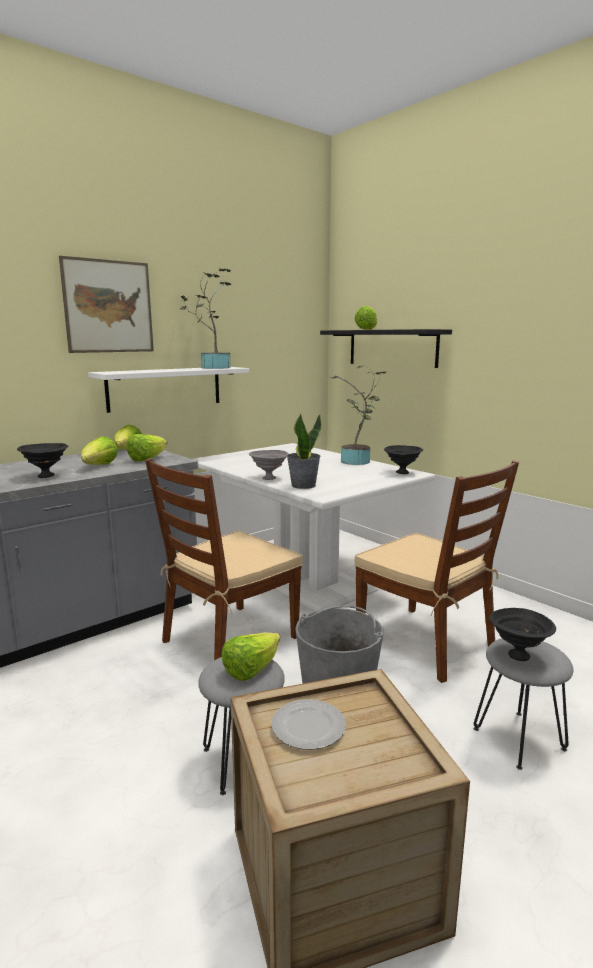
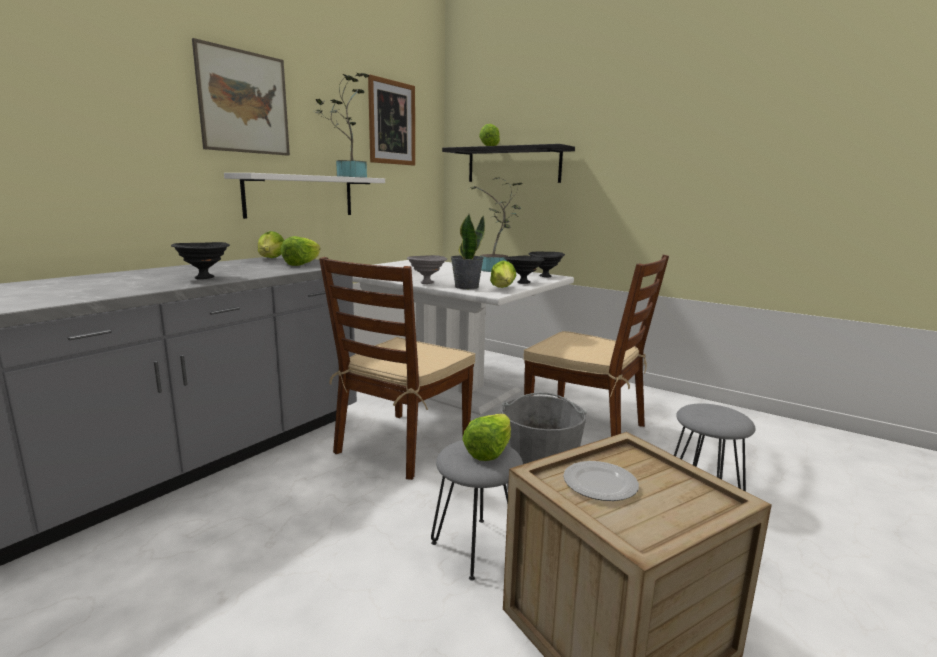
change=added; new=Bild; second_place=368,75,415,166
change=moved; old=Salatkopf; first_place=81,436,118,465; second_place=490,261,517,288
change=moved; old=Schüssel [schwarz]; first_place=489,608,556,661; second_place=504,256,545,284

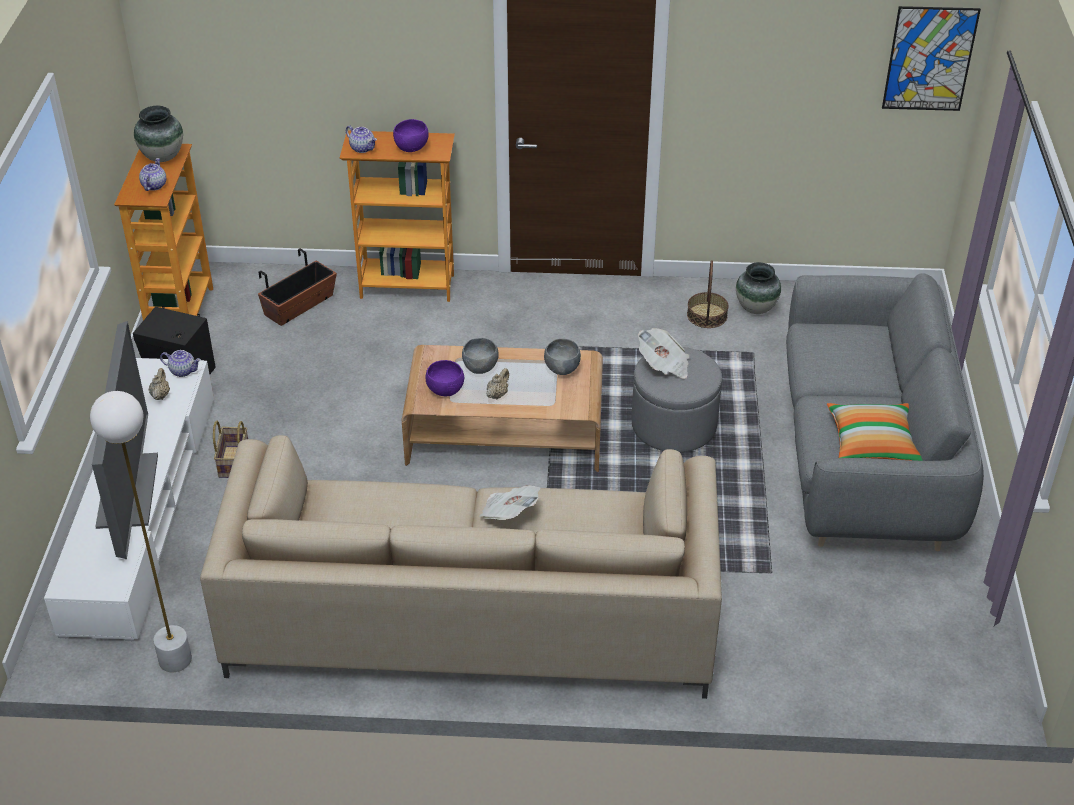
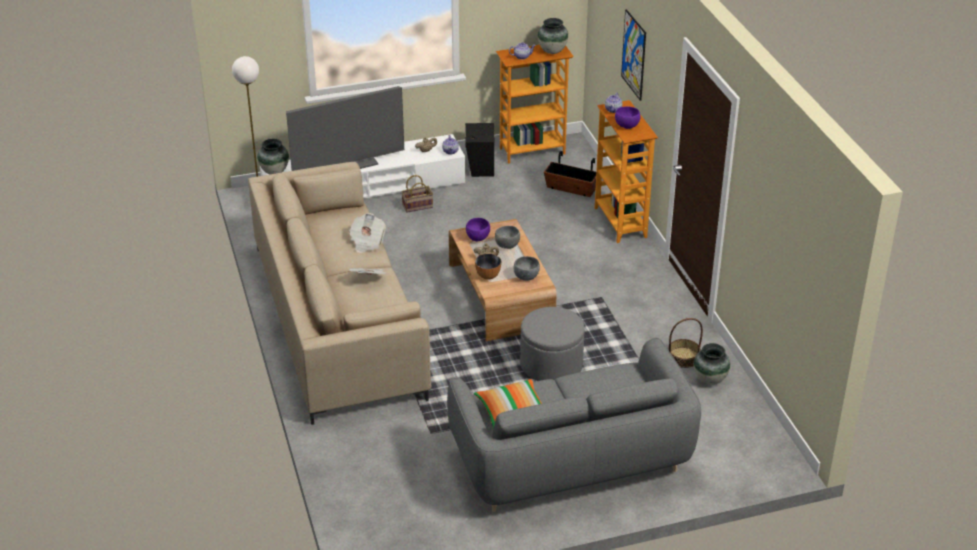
change=added; new=Vase; second_place=257,139,289,174
change=moved; old=Zeitung; first_place=638,328,689,379; second_place=349,213,386,253
change=added; new=Schüssel; second_place=475,254,501,280
change=moved; old=Bild; first_place=882,6,981,111; second_place=621,9,646,101

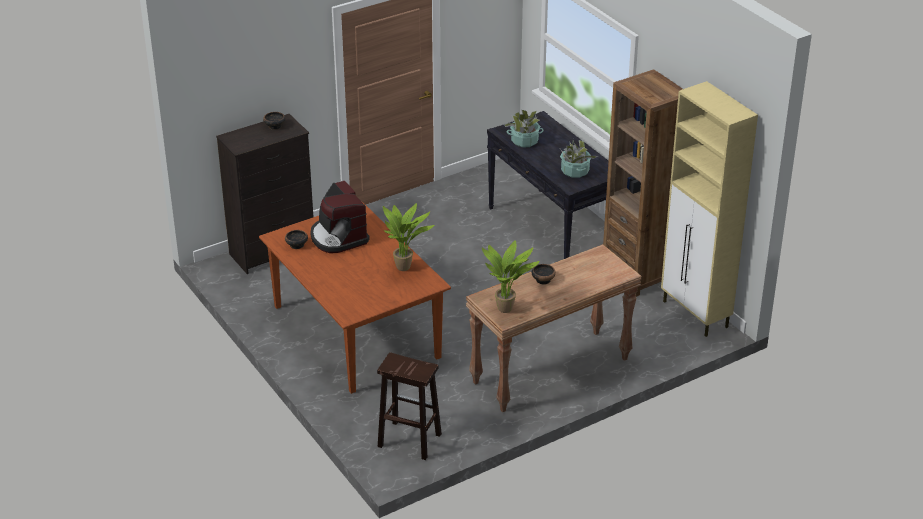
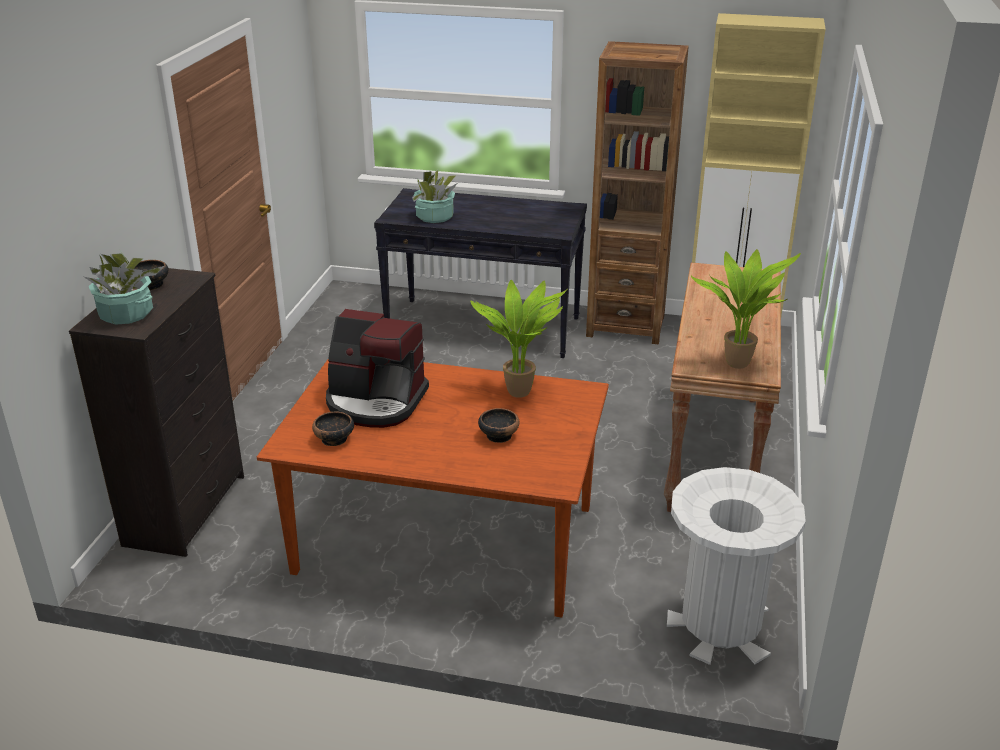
change=moved; old=Topfpflanze; first_place=560,139,598,178; second_place=84,252,164,324
change=moved; old=Schüssel; first_place=532,264,556,285; second_place=478,408,519,443
change=replaced; old=Hocker [braun]; new=Mülleimer [weiß]; first_place=377,352,442,460; second_place=667,467,806,665

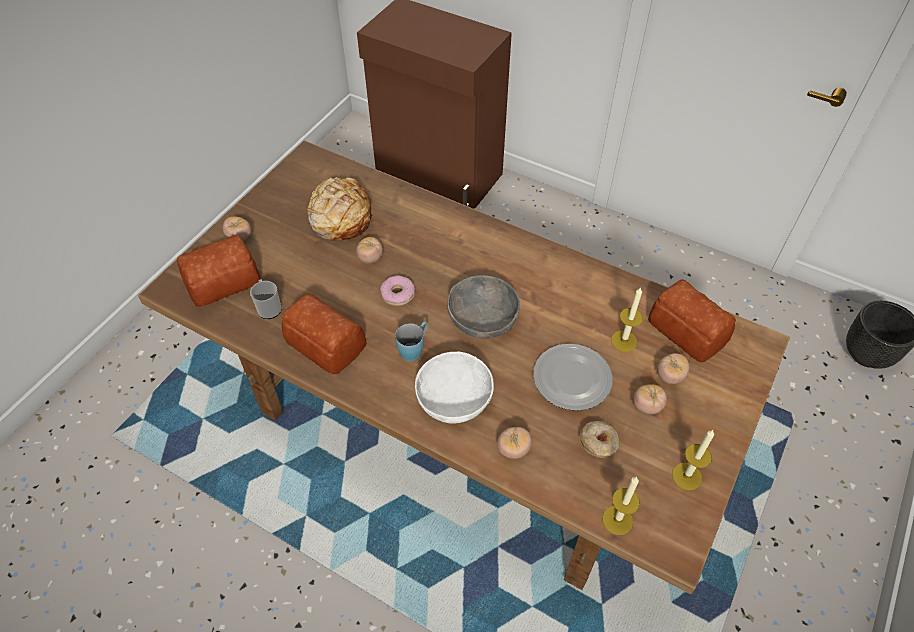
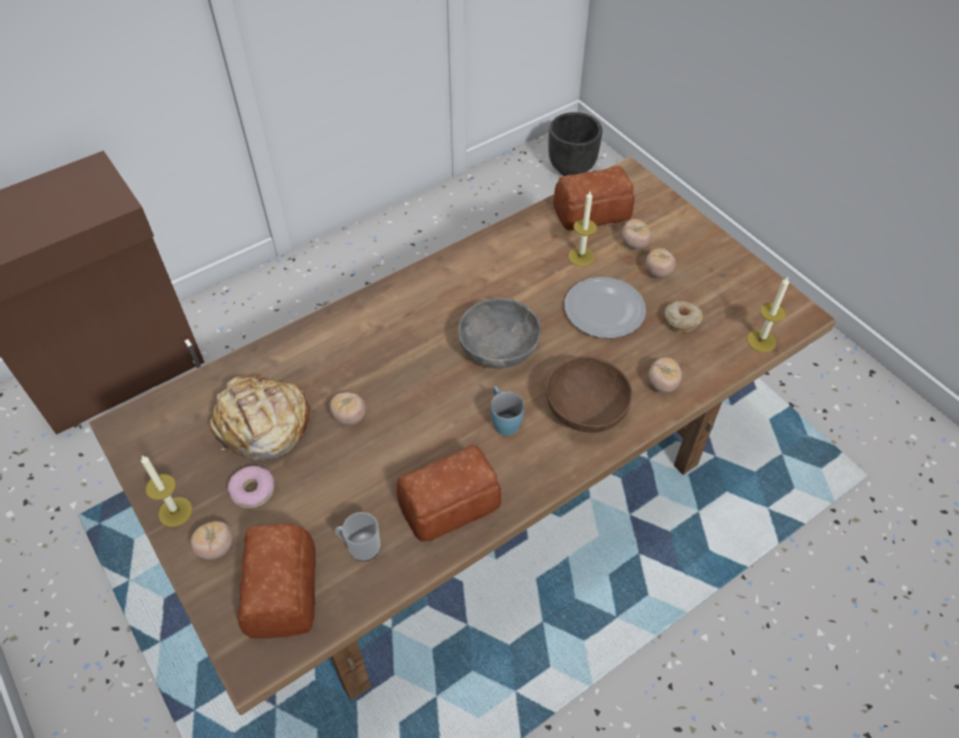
change=moved; old=Kerze; first_place=672,430,714,490; second_place=141,456,193,527
change=moved; old=Donut; first_place=380,275,415,306; second_place=228,466,274,508
change=recoloured; old=Schüssel [weiß]; new=Schüssel [braun]; first_place=415,352,494,424; second_place=546,356,633,433

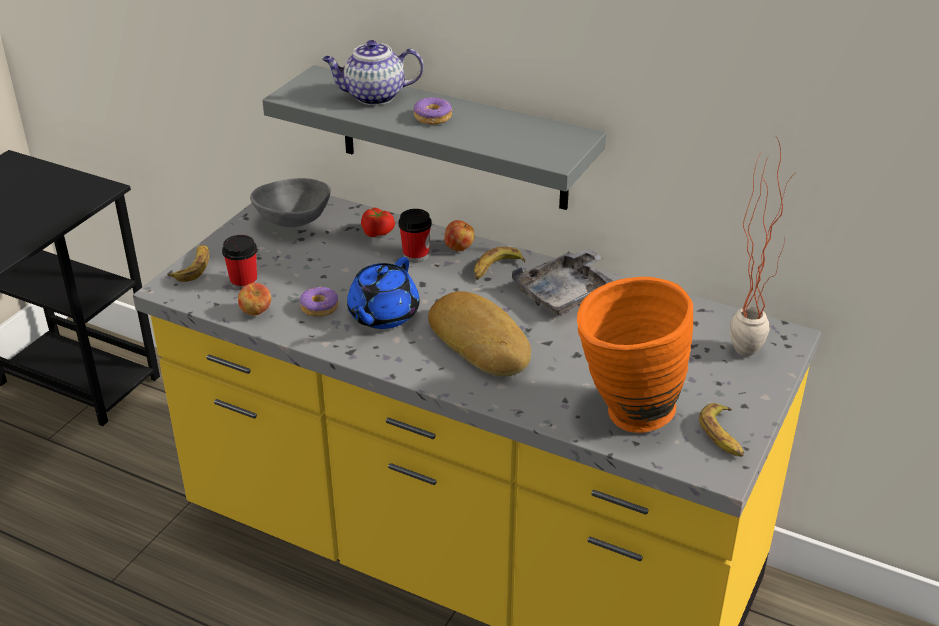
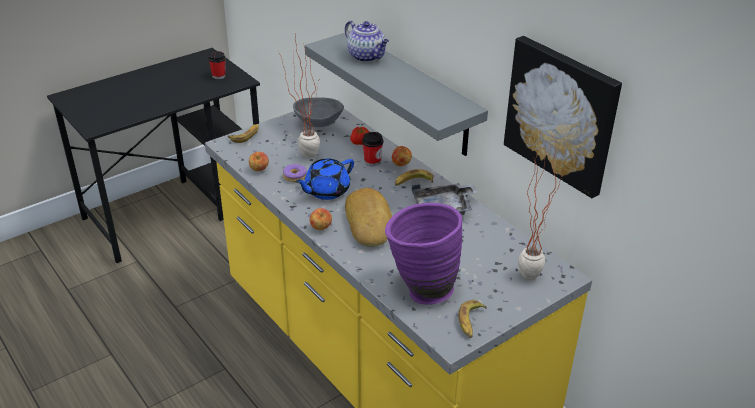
change=moved; old=Tasse; first_place=222,235,257,290; second_place=208,51,226,79
change=added; new=Topfpflanze; second_place=279,35,320,159
change=added; new=Apfel; second_place=310,208,332,230
change=turned; old=Teekanne; first_place=322,40,424,105; second_place=345,21,389,62; degrees=-150
change=recoloured; old=Vase [orange]; new=Vase [lila]; first_place=577,277,693,433; second_place=385,203,462,305
change=added; new=Bild; second_place=504,36,622,198
change=removed; old=Donut; first_place=413,97,452,125

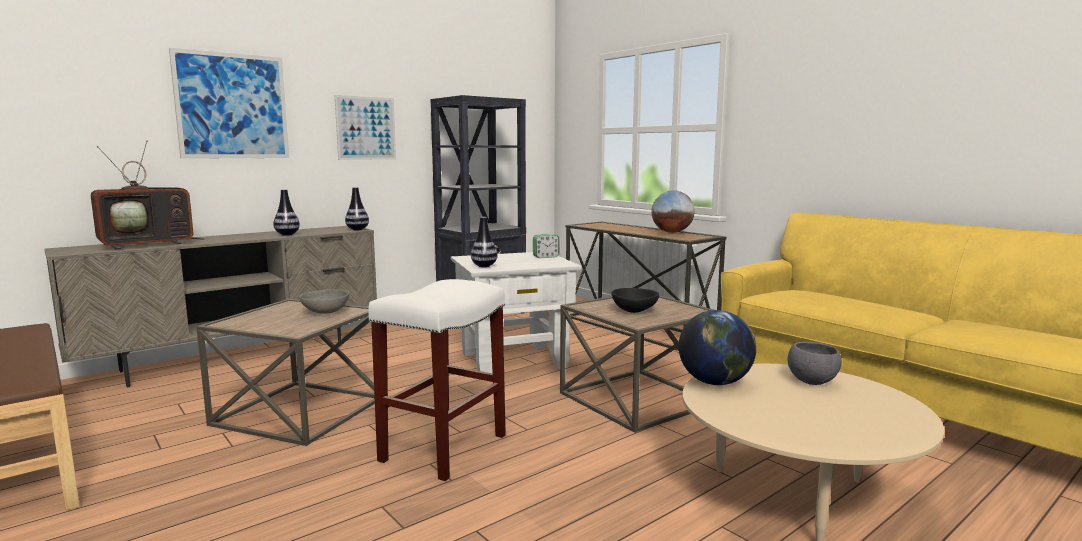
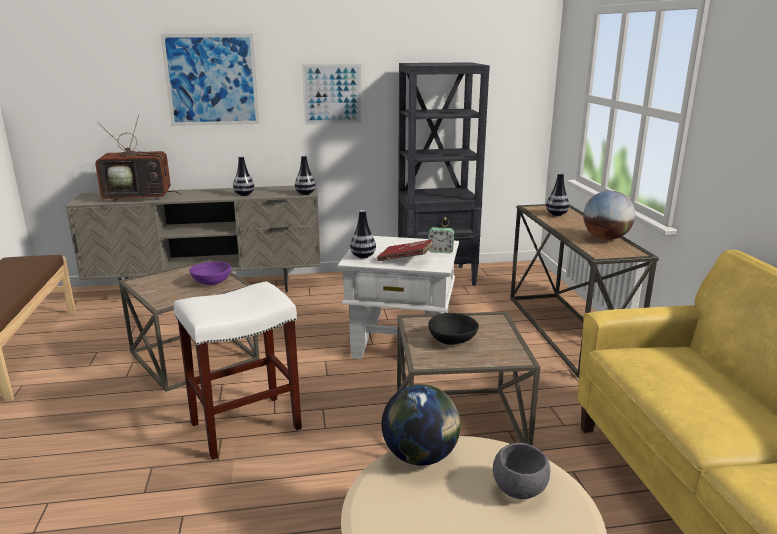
change=recoloured; old=Schüssel [grau]; new=Schüssel [lila]; first_place=299,289,350,314; second_place=189,261,231,285
change=added; new=Buch [rot]; second_place=377,240,433,261
change=added; new=Vase; second_place=546,173,570,216

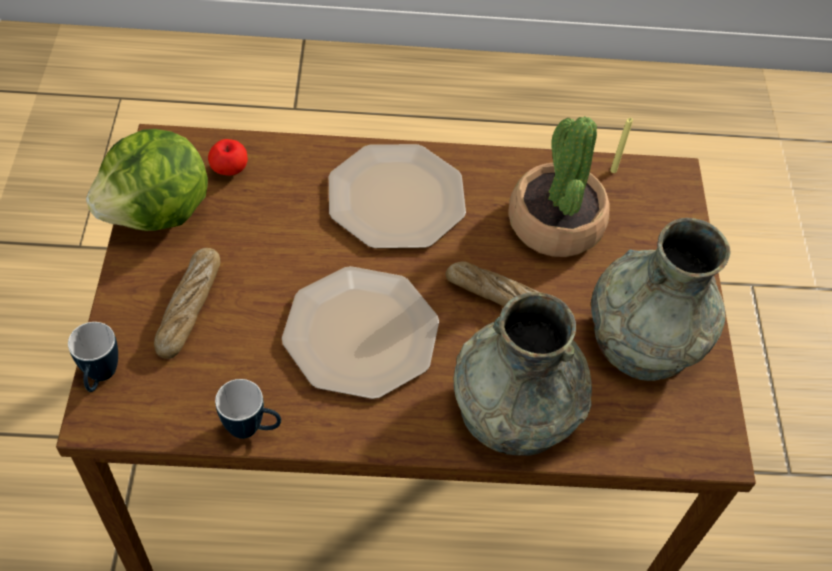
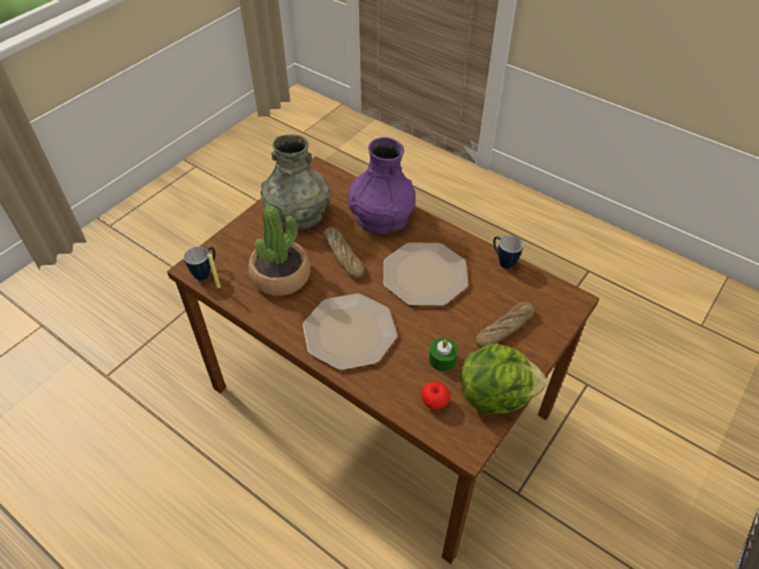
change=moved; old=Henkelbecher; first_place=68,322,118,392; second_place=184,246,215,280
change=recoloured; old=Vase [grau]; new=Vase [lila]; first_place=454,292,592,456; second_place=348,137,415,234
change=added; new=Kerze [grün]; second_place=429,338,458,372

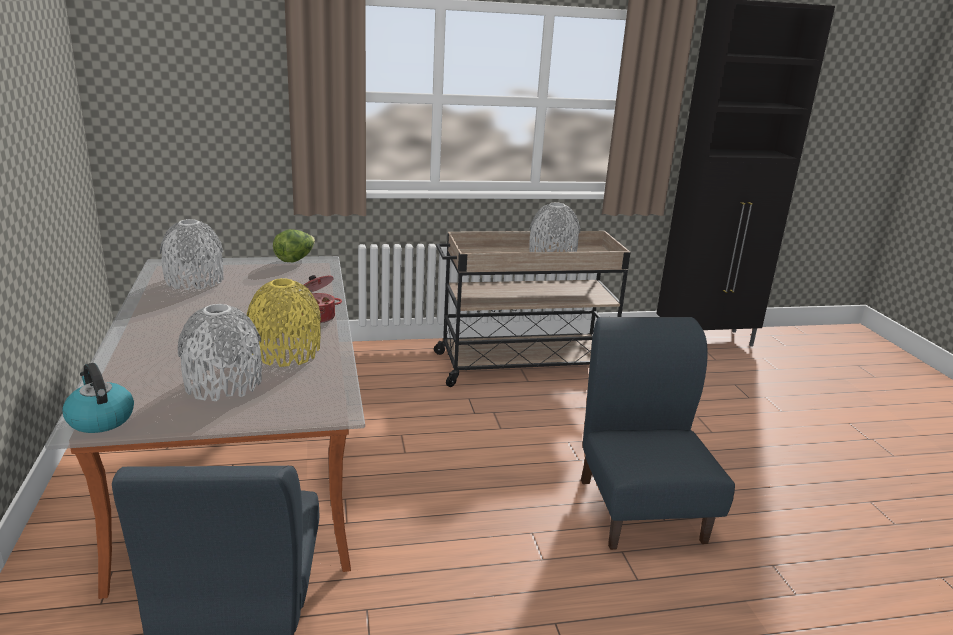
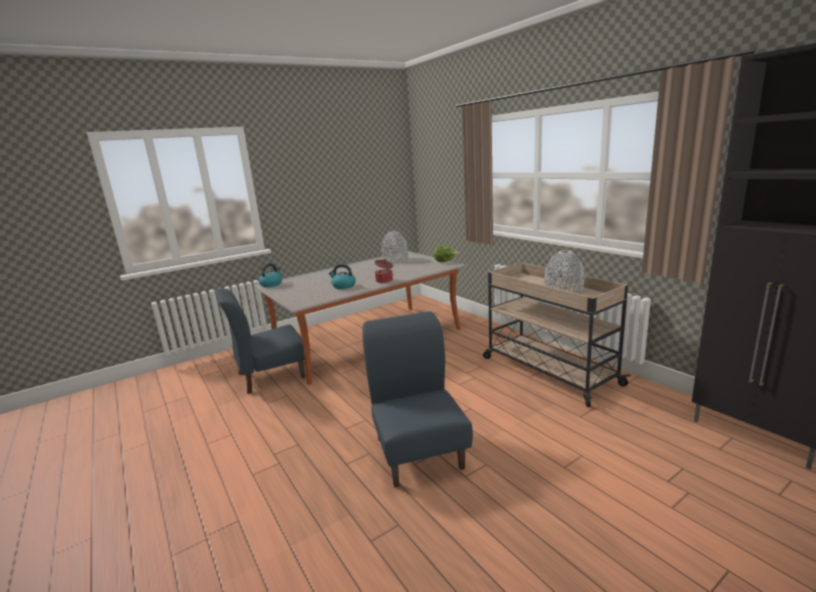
change=replaced; old=Vase [gelb]; new=Wasserkessel; first_place=247,278,321,367; second_place=329,264,356,289
change=turned; old=Stuhl [blau]; first_place=581,317,735,550; second_place=362,311,473,488; degrees=-75
change=removed; old=Vase [grau]; first_place=178,304,262,401

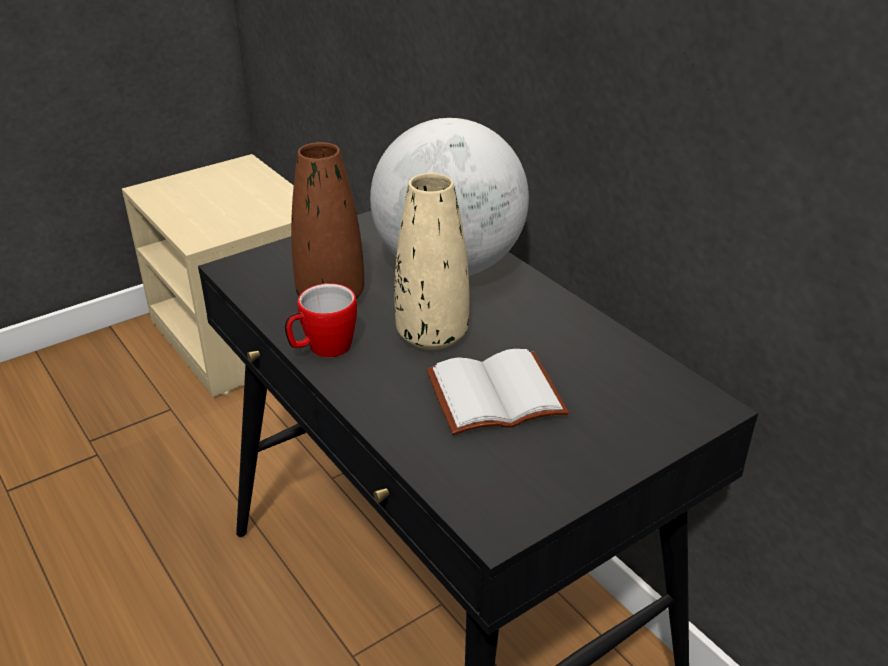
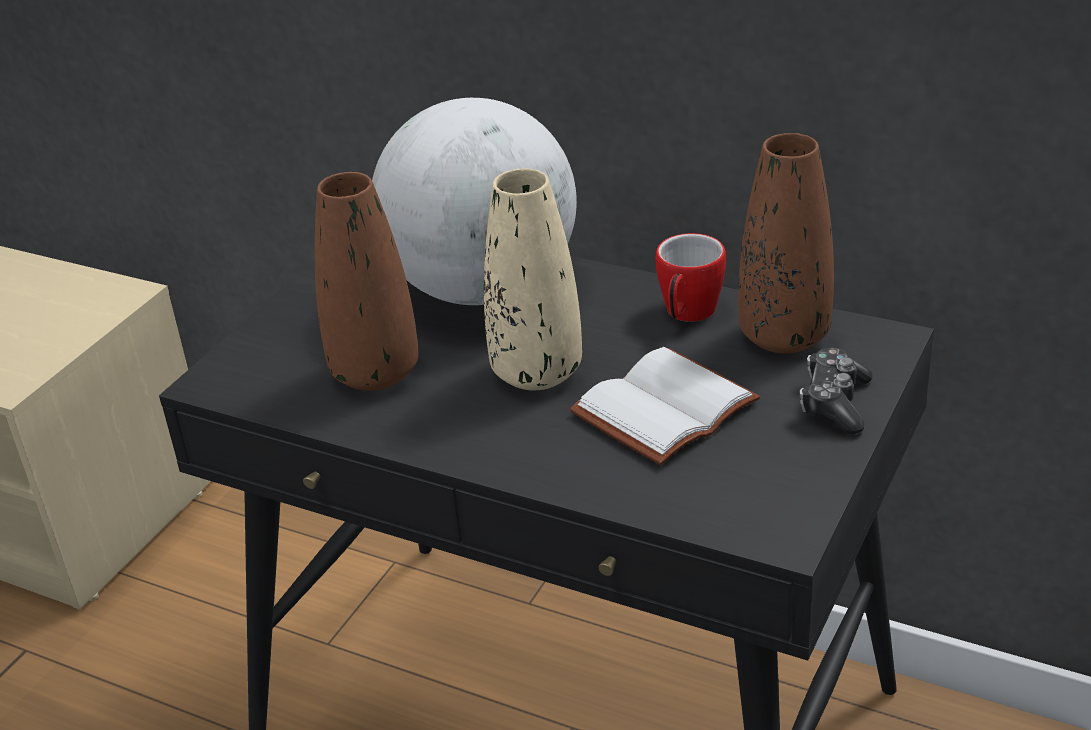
change=moved; old=Henkelbecher; first_place=285,283,357,358; second_place=656,233,726,322
change=added; new=Vase [braun]; second_place=738,133,834,354
change=added; new=Gamepad; second_place=799,348,873,434

